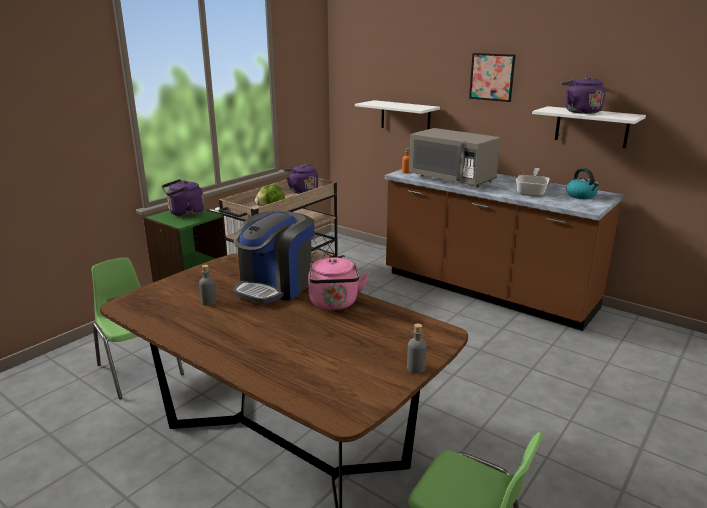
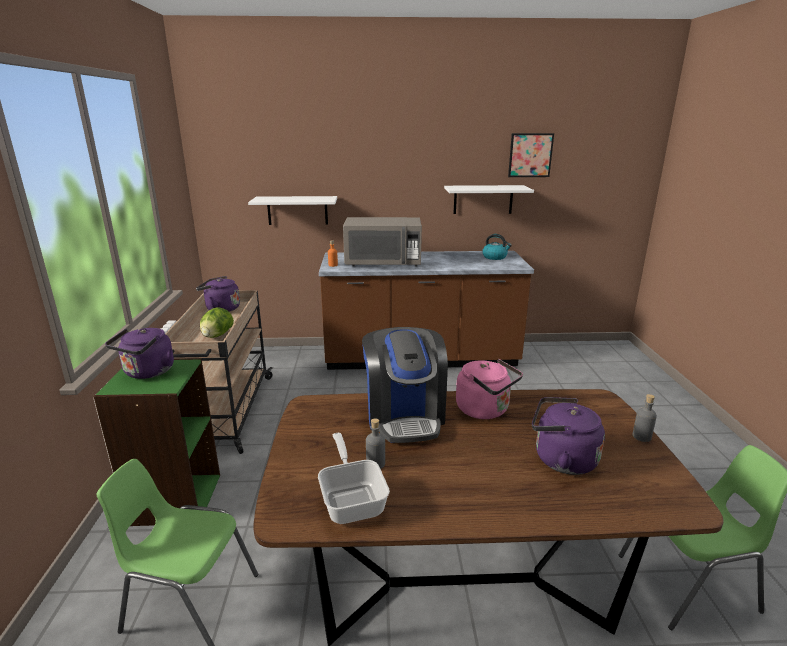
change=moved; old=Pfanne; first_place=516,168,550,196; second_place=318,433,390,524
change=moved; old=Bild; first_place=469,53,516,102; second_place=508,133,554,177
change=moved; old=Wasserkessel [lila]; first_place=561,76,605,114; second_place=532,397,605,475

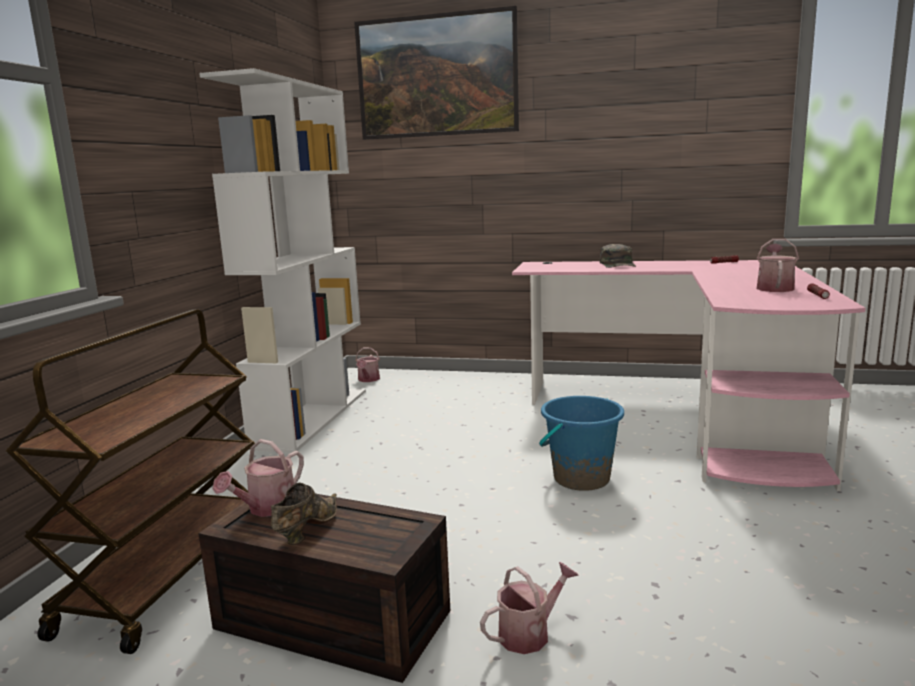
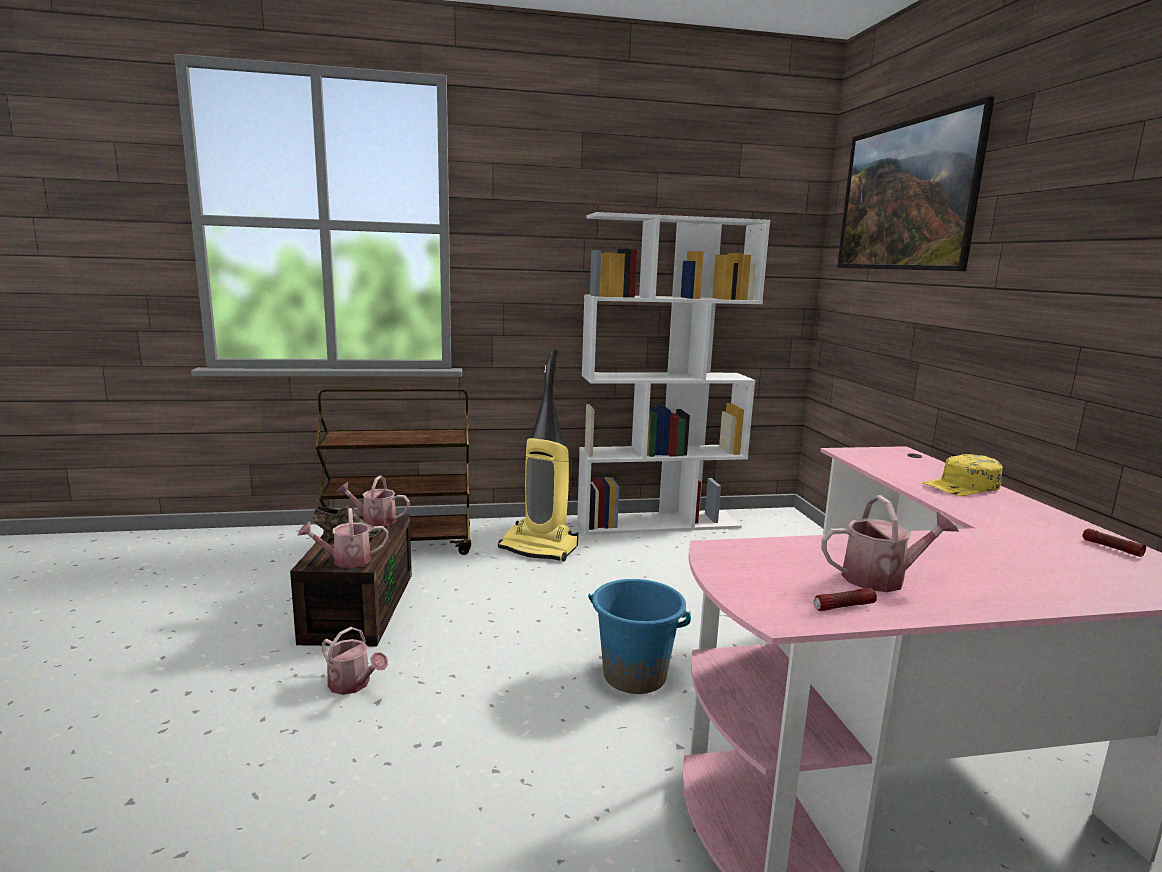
change=moved; old=Gießkanne; first_place=355,347,380,382; second_place=298,508,389,568
change=added; new=Staubsauger; second_place=498,349,578,561
change=recoloured; old=Kappe [grün]; new=Kappe [gelb]; first_place=600,244,636,268; second_place=922,454,1003,496

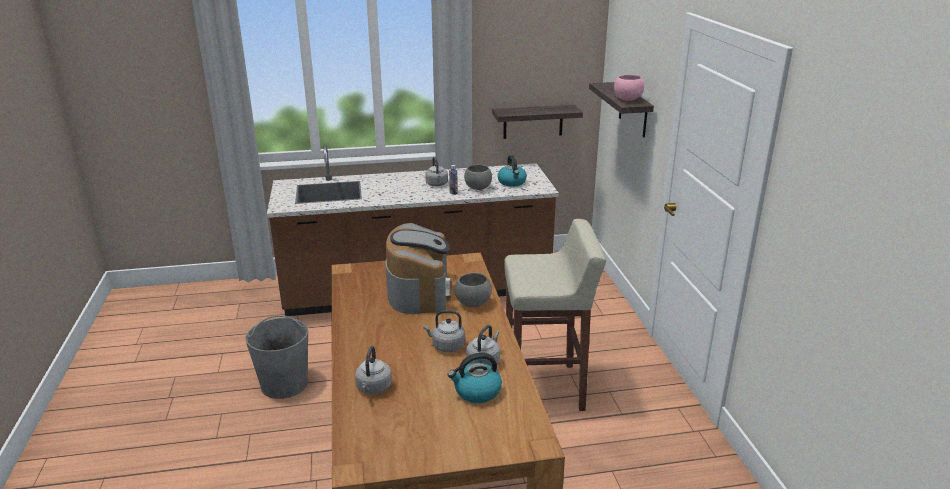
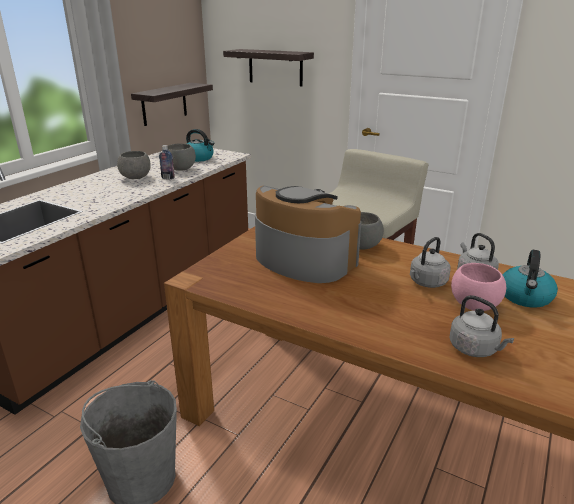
change=replaced; old=Wasserkessel [grau]; new=Schüssel [grau]; first_place=425,157,448,186; second_place=117,151,151,179
change=moved; old=Schüssel [rosa]; first_place=614,75,644,101; second_place=451,263,506,311

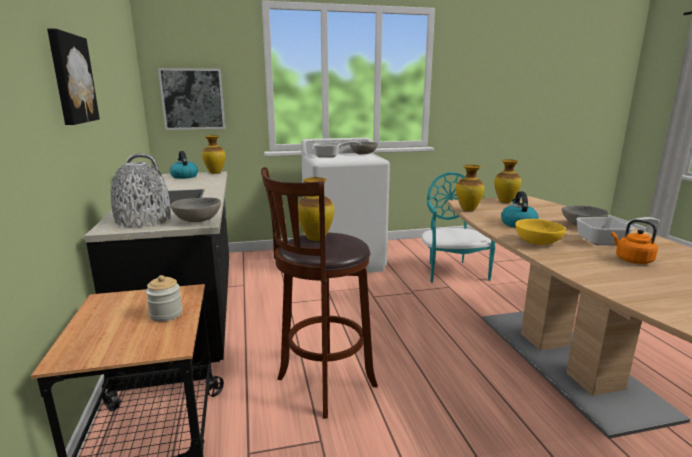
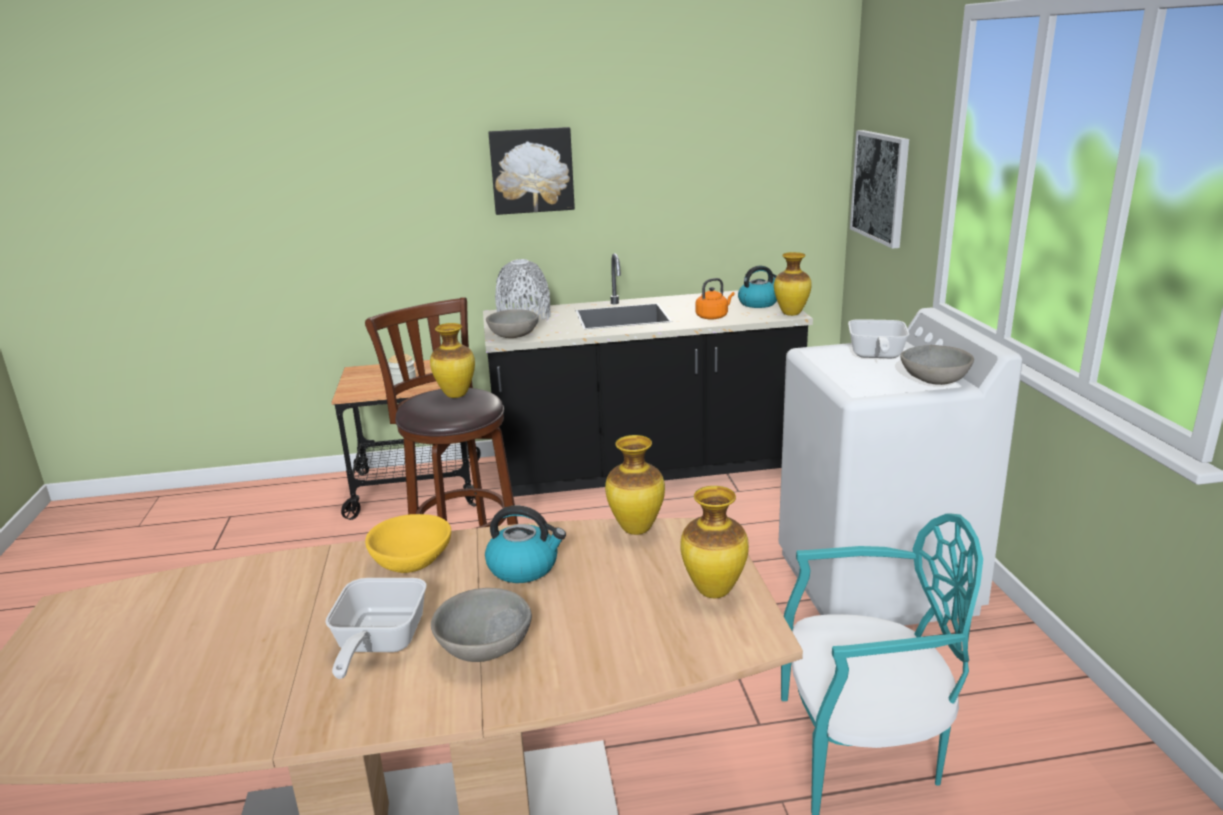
change=moved; old=Wasserkessel [orange]; first_place=611,219,658,264; second_place=695,278,735,320

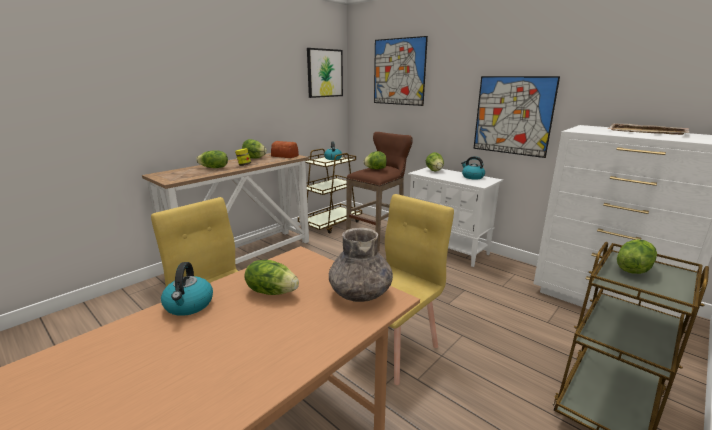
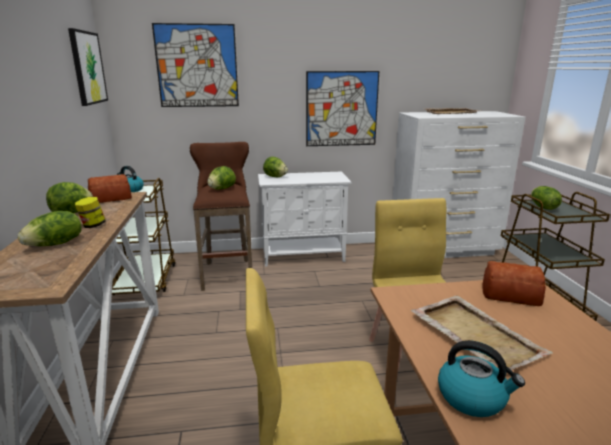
change=replaced; old=Salatkopf; new=Tablett [beige]; first_place=244,260,299,295; second_place=411,295,553,370
change=replaced; old=Vase [grau]; new=Brot; first_place=329,228,393,302; second_place=482,261,546,306
change=removed; old=Wasserkessel; first_place=461,156,485,179

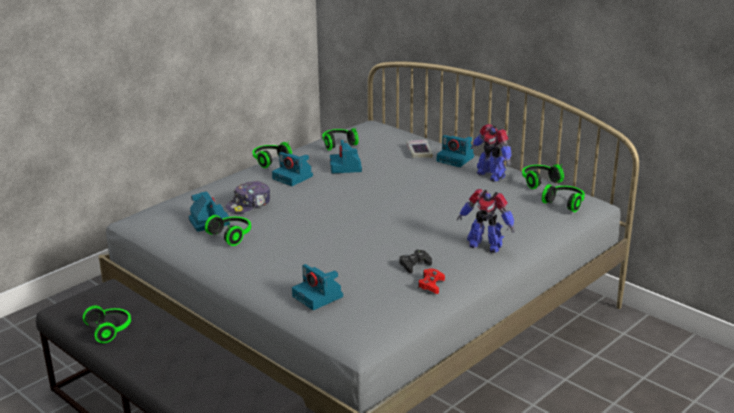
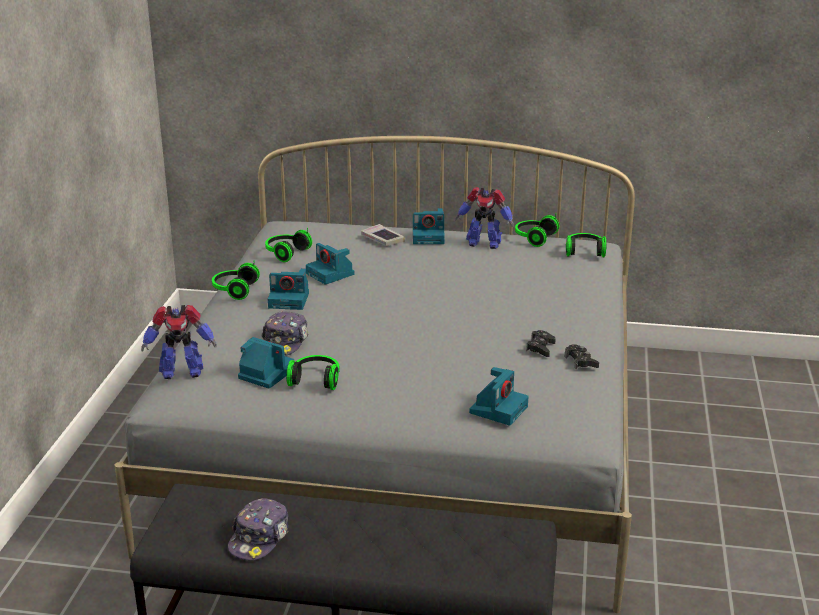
change=moved; old=Spielzeugroboter; first_place=457,189,515,253; second_place=141,305,217,379
change=replaced; old=Kopfhörer; new=Kappe; first_place=82,305,131,343; second_place=228,498,288,560
change=turned; old=Kamera; first_place=292,264,343,310; second_place=469,367,529,426; degrees=-75
change=recoloured; old=Gamepad [rot]; new=Gamepad [schwarz]; first_place=418,269,445,294; second_place=565,344,599,369

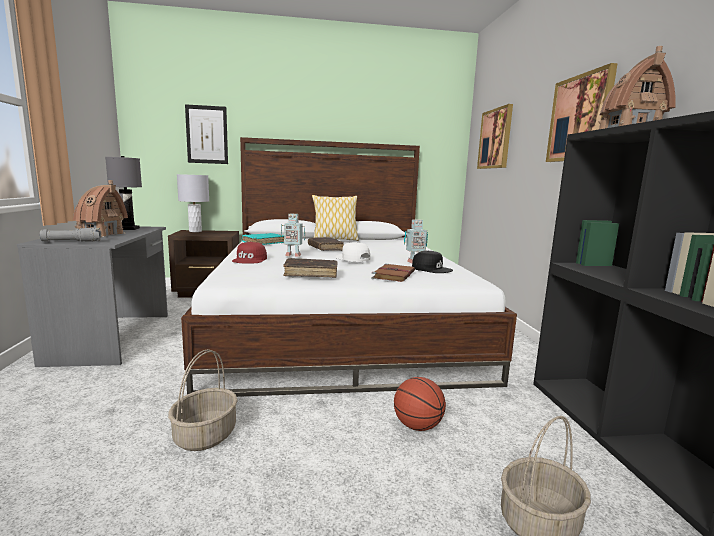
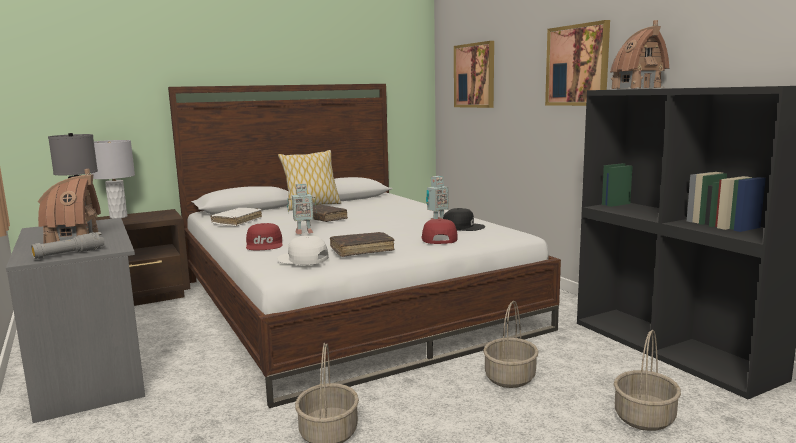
change=recoloured; old=Buch [türkis]; new=Buch [weiß]; first_place=242,233,284,245; second_place=210,208,262,226
change=moved; old=Kappe [weiß]; first_place=335,242,370,262; second_place=277,236,329,265
change=replaced; old=Buch [braun]; new=Kappe [rot]; first_place=371,264,415,282; second_place=421,219,458,244
change=replaced; old=Basketball; new=Korb; first_place=394,377,446,431; second_place=483,301,538,388
change=removed; old=Bild; first_place=185,104,228,164

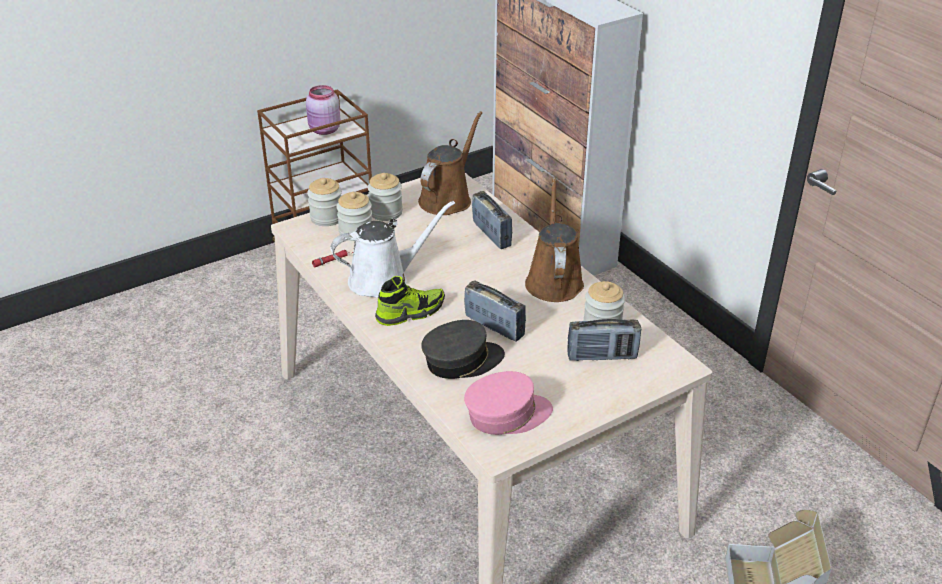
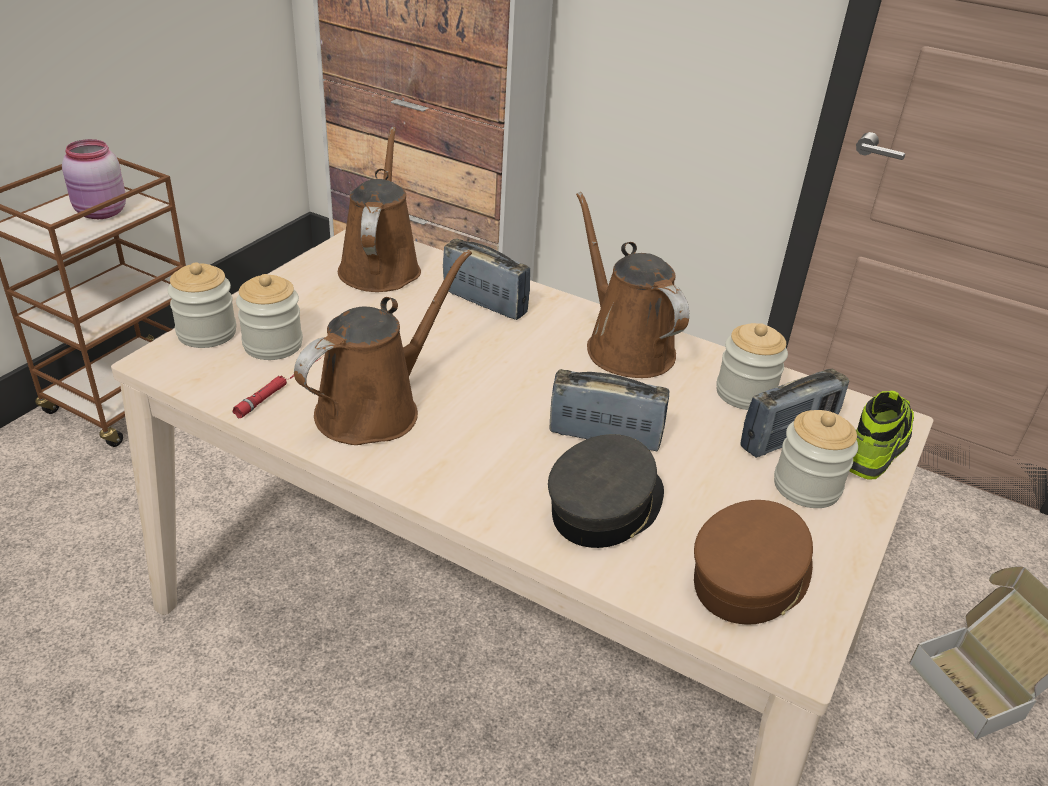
change=recoloured; old=Gießkanne [weiß]; new=Gießkanne [braun]; first_place=330,201,455,298; second_place=294,250,472,445
change=recoloured; old=Kappe [rosa]; new=Kappe [braun]; first_place=464,371,553,435; second_place=694,500,813,625
change=moved; old=Vorratsglas; first_place=368,173,403,221; second_place=774,410,858,508
change=moved; old=Schuh; first_place=375,276,445,326; second_place=850,391,914,480

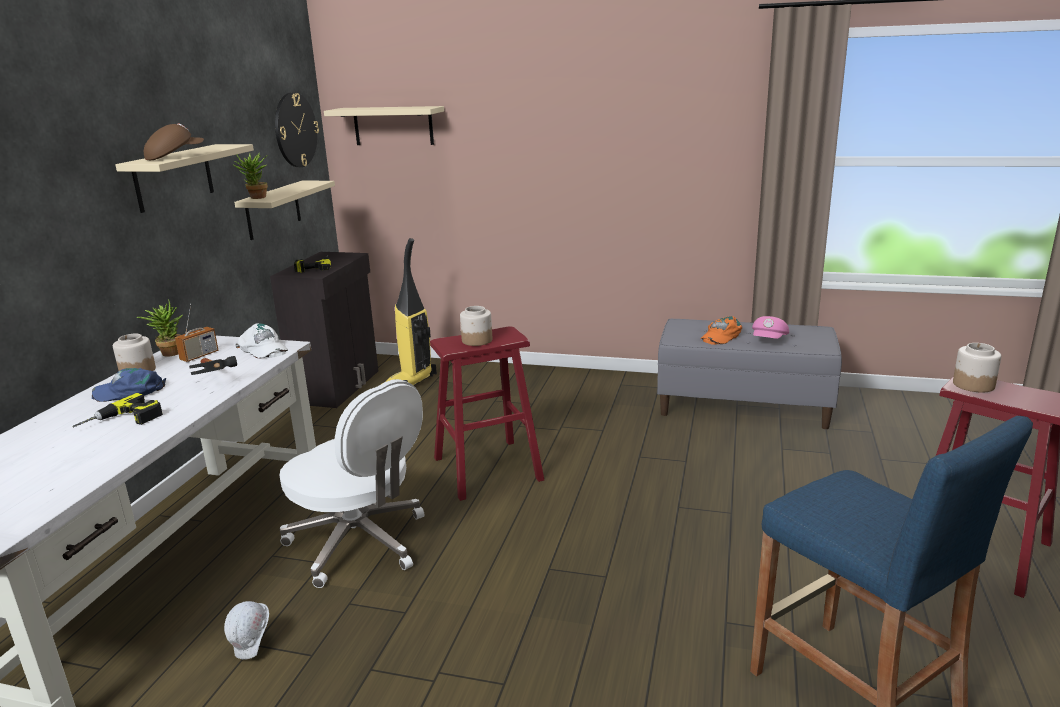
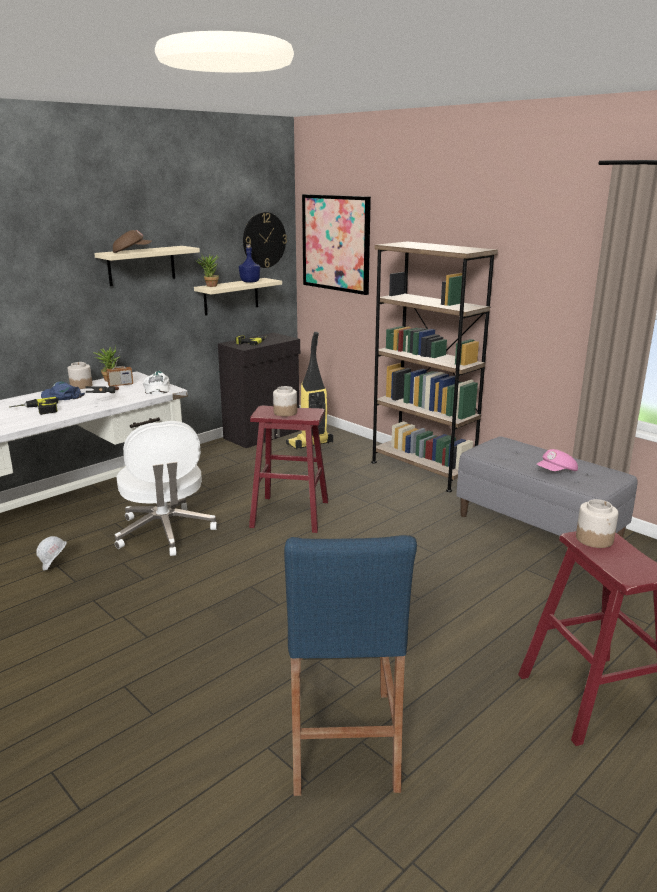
change=added; new=Flasche [blau]; second_place=239,245,260,283
change=replaced; old=Wandregal [beige]; new=Bild; first_place=324,106,444,145; second_place=302,194,371,295
change=added; new=Bücherregal [braun]; second_place=371,241,498,492
change=removed; old=Kappe [orange]; first_place=701,316,742,345

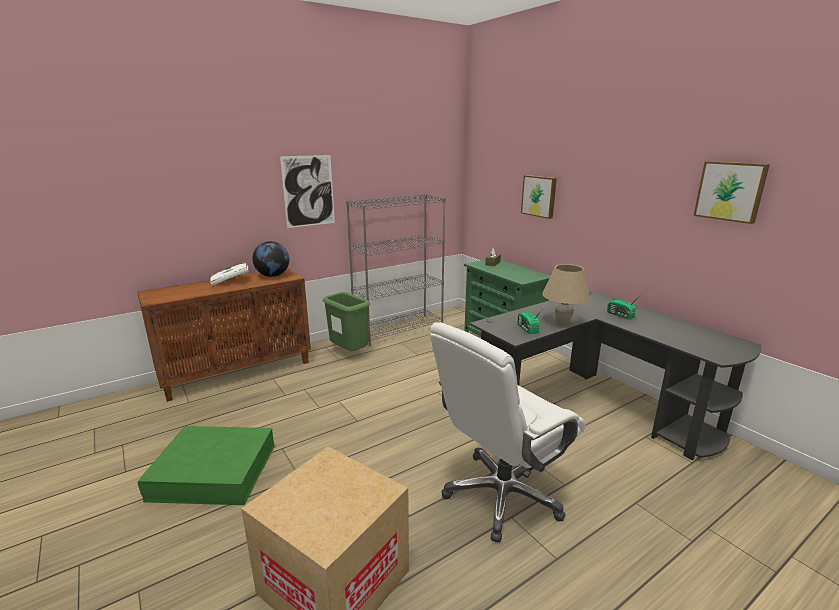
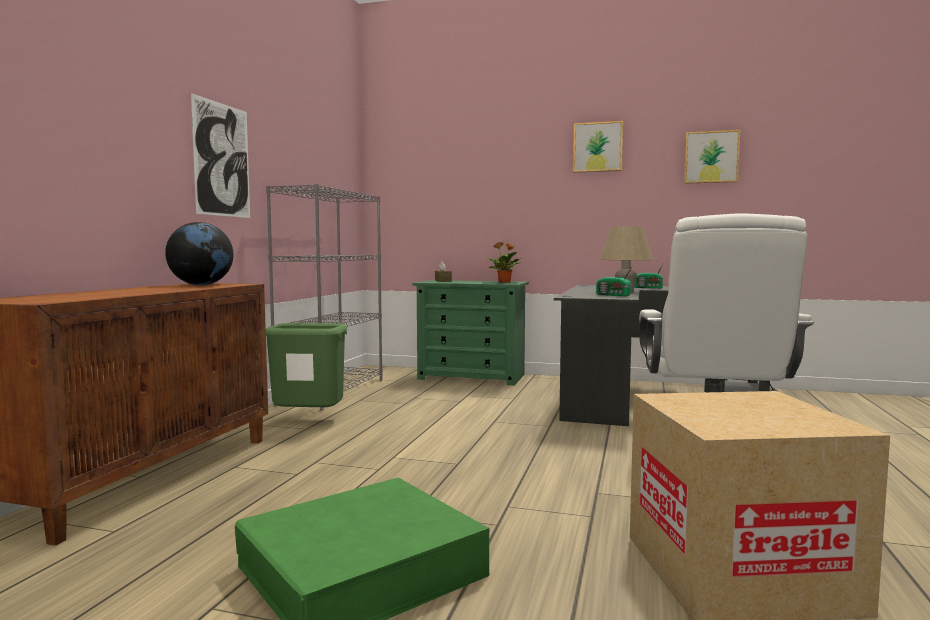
change=added; new=Topfpflanze; second_place=487,242,522,283
change=moved; old=Bild; first_place=521,175,557,219; second_place=573,121,623,173
change=removed; old=Buch [weiß]; first_place=210,261,248,286

